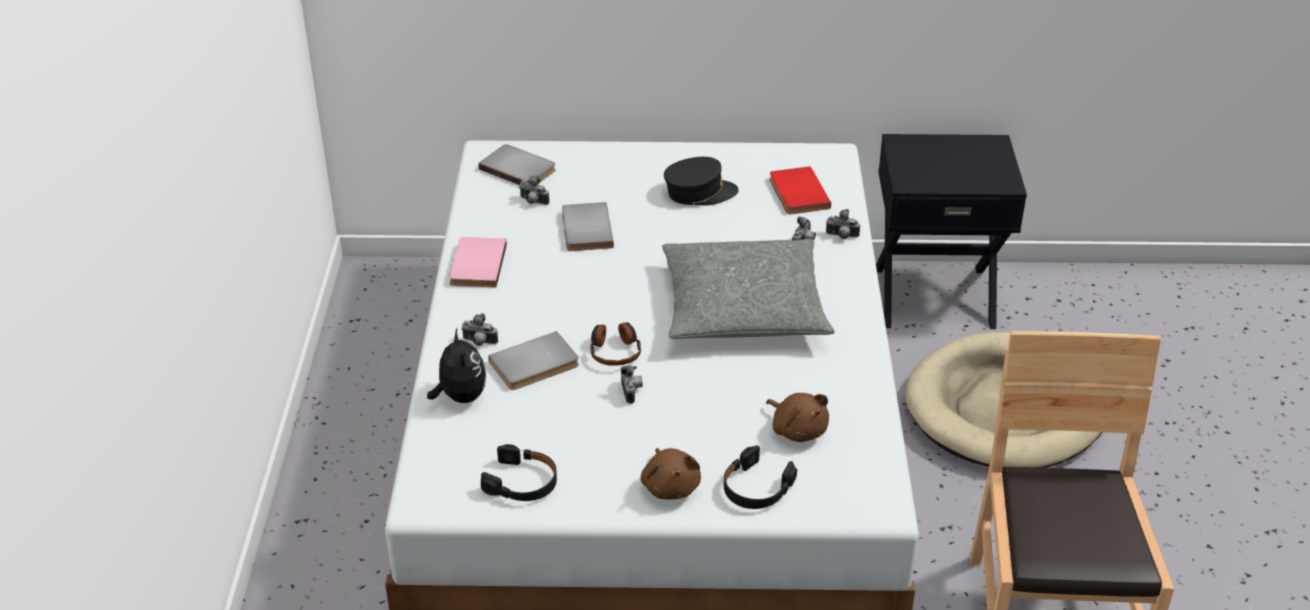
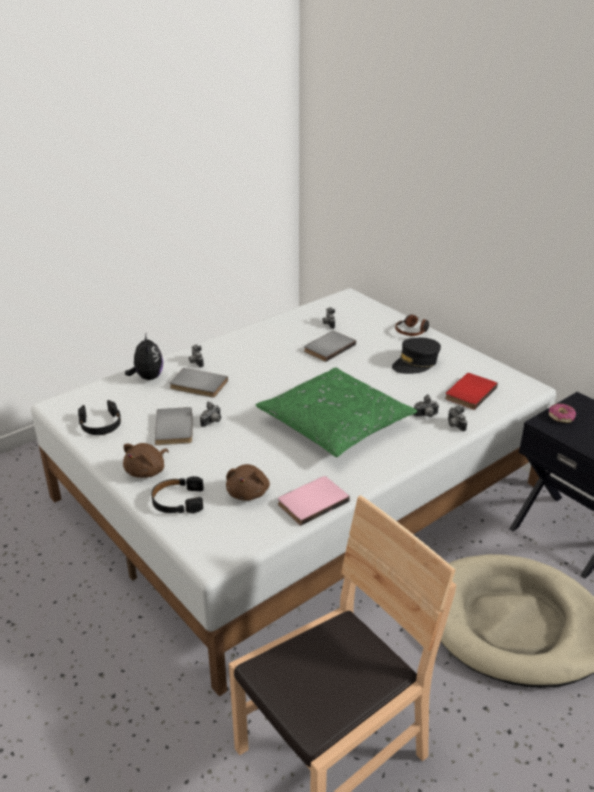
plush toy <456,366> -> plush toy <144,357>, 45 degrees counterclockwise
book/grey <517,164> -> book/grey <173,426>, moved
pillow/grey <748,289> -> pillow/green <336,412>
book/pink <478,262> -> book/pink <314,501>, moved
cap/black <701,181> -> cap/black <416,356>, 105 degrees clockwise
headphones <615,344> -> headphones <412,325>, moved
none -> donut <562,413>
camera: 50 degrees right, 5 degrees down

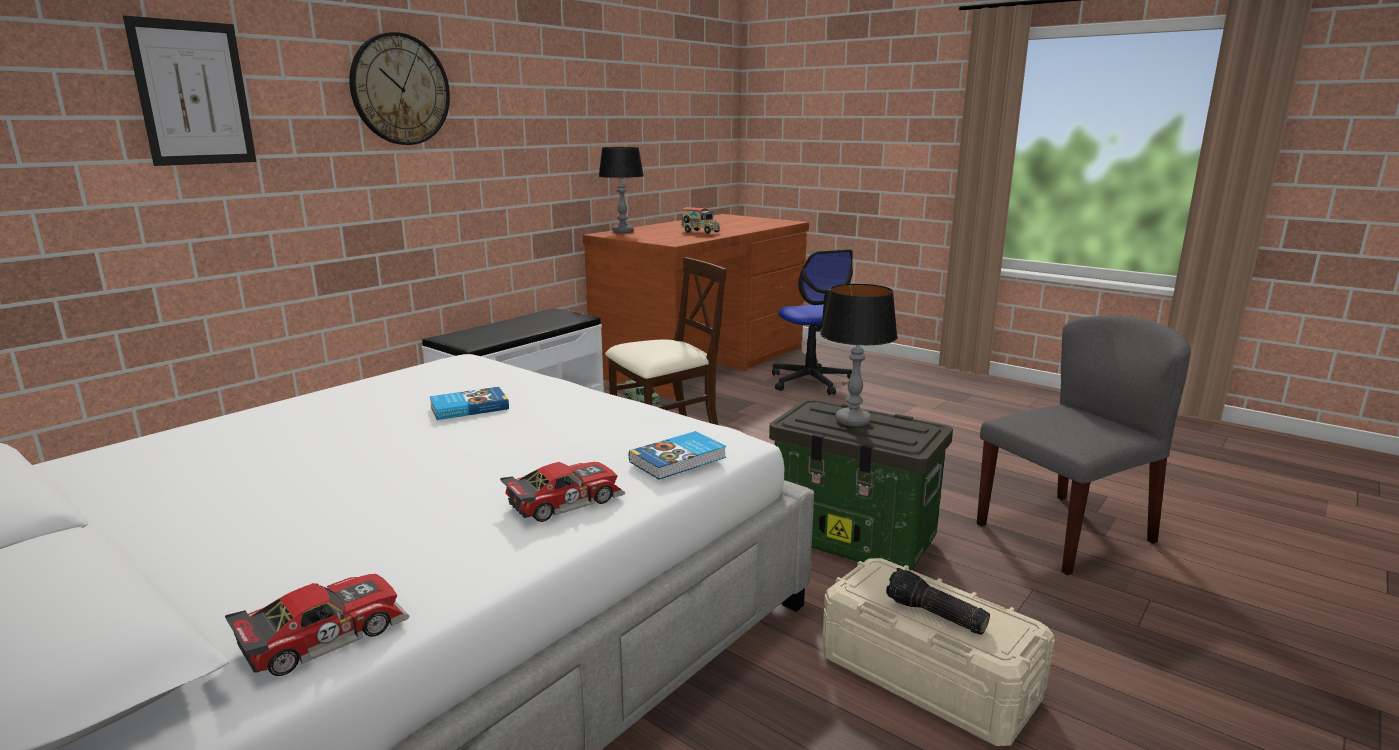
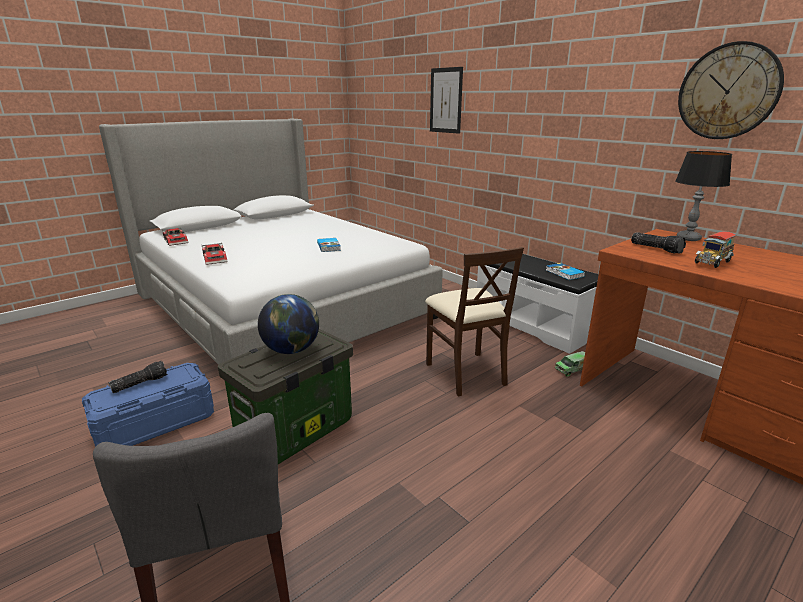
storage box/beige <938,652> -> storage box/blue <148,405>
table lamp <859,355> -> globe <288,324>
book <677,455> -> book <565,271>, moved
none -> flashlight <658,243>
wall clock <399,88> -> wall clock <731,90>, moved
office chair <812,322> -> none
camera: 100 degrees right, 5 degrees up

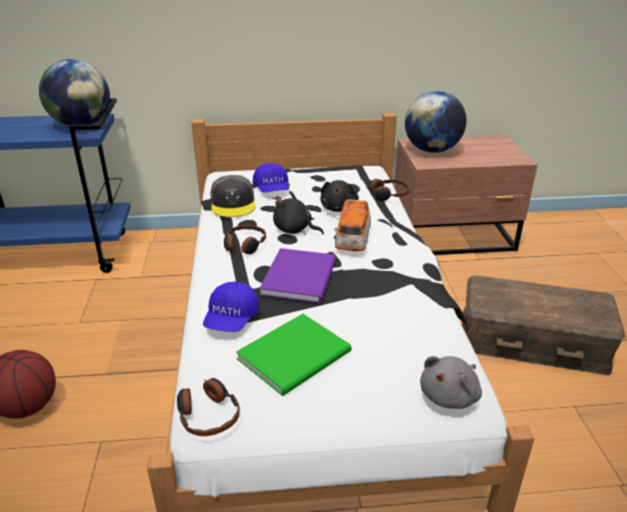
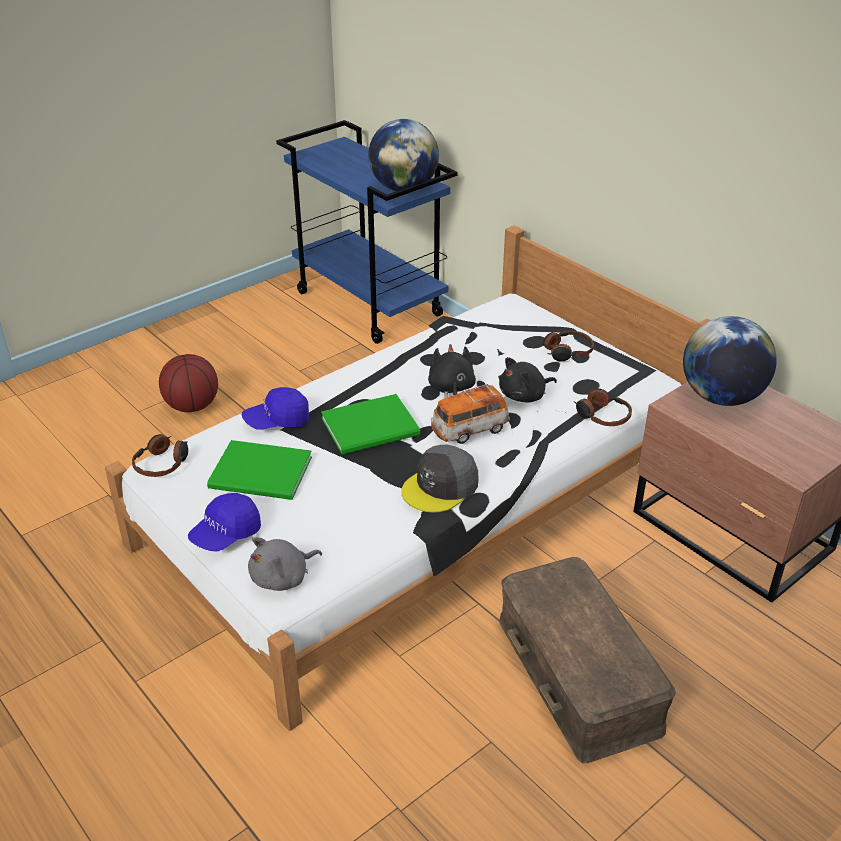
cap/blue <271,178> -> cap/blue <224,522>, moved
plush toy/grey <451,382> -> plush toy/grey <285,564>, 45 degrees counterclockwise
book/purple <297,275> -> book/green <370,424>
cap/grey <232,196> -> cap/grey <439,479>, moved
headphones <245,239> -> headphones <567,346>, moved
camera: 55 degrees right, 5 degrees up

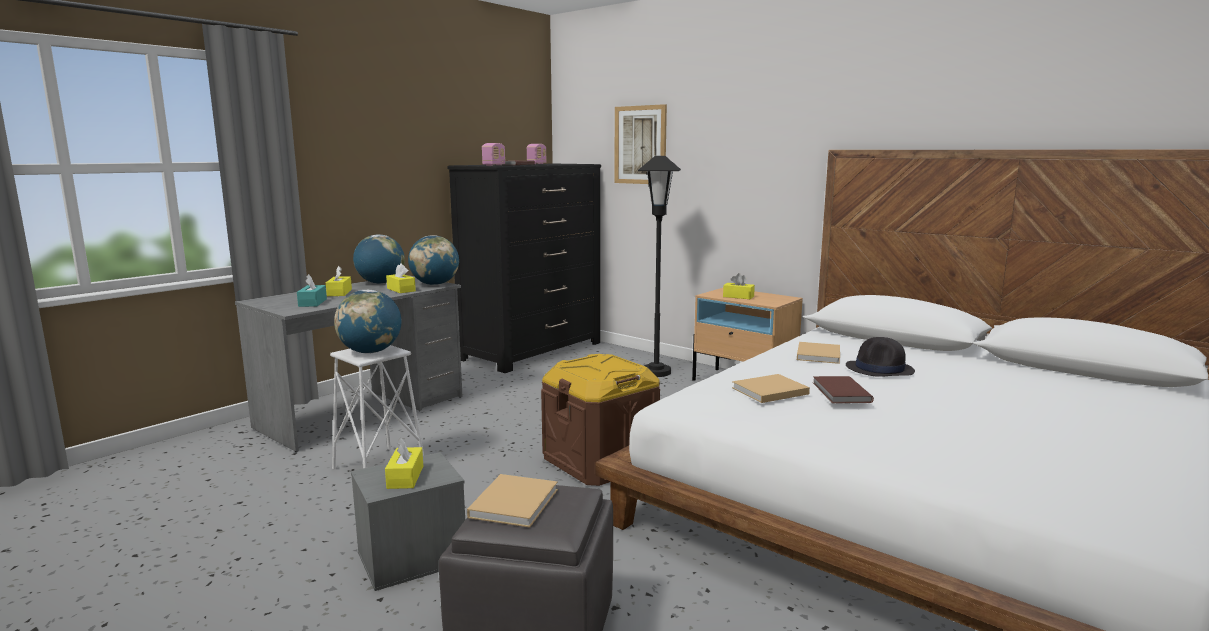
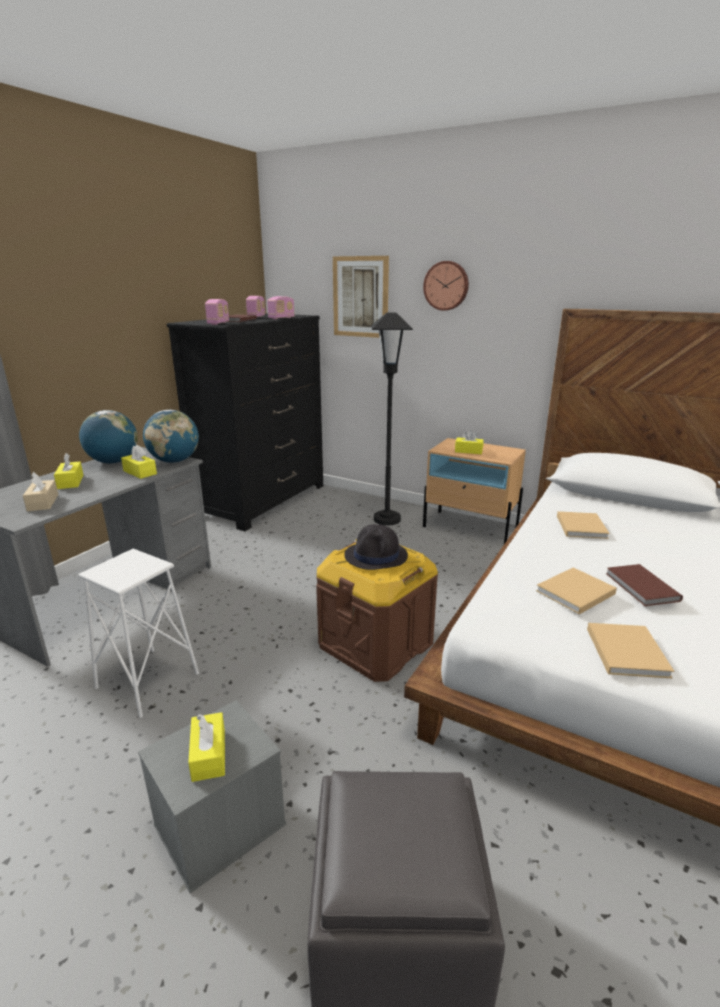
tissue box/turquoise <312,290> -> tissue box/beige <40,491>
none -> radio <281,307>
hat/black <880,357> -> hat/black <376,547>, moved
none -> wall clock <446,286>
book/beige <512,500> -> book/beige <630,650>, moved
globe <367,322> -> none
camera: 10 degrees left, 10 degrees up

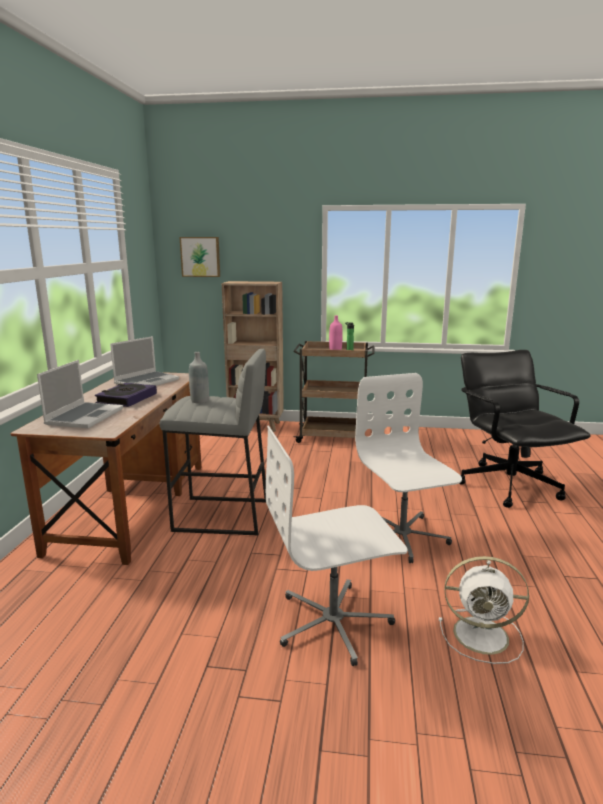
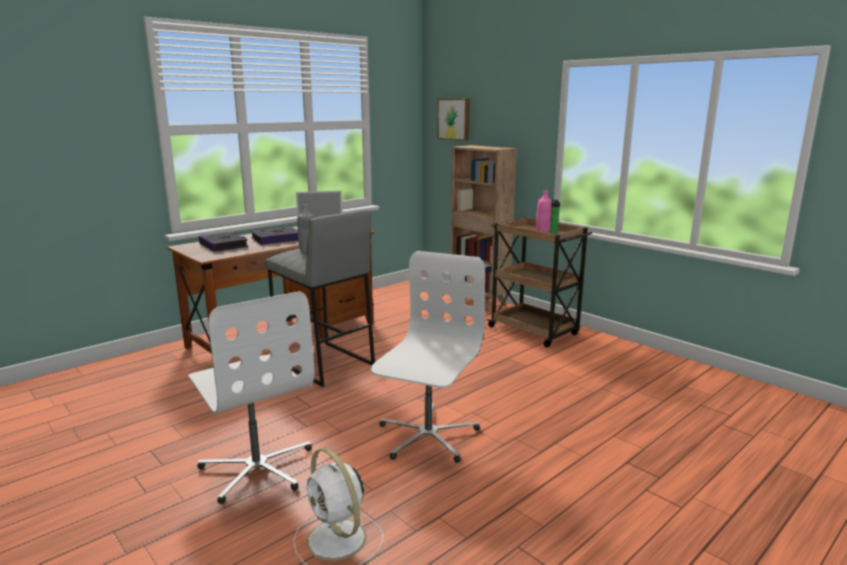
office chair/white <337,546> -> office chair/white <251,397>, 150 degrees counterclockwise
laptop <80,394> -> book <223,242>
office chair/black <525,429> -> none
camera: 40 degrees right, 0 degrees up

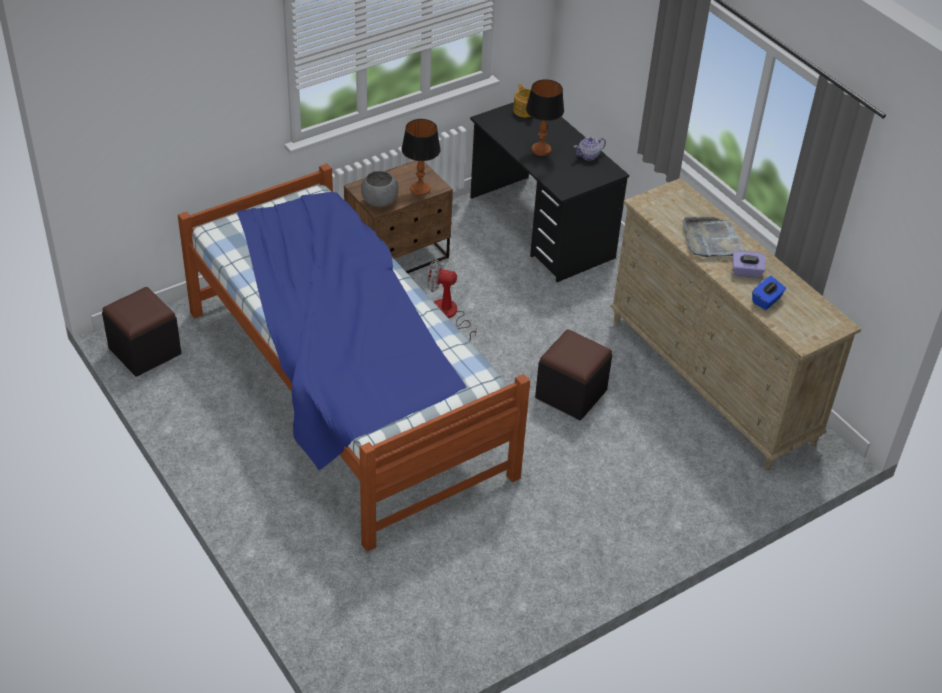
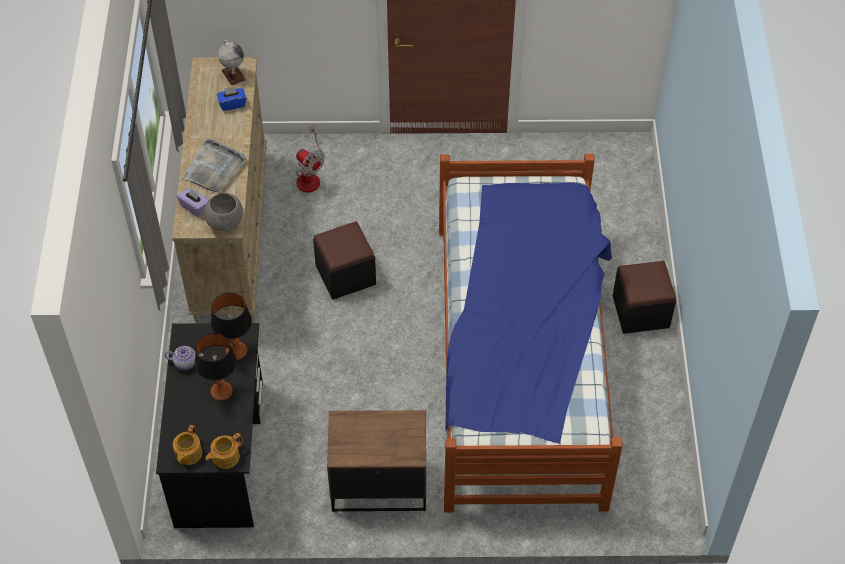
tissue box/purple <749,264> -> tissue box/purple <192,202>, moved
bowl/grey <380,189> -> bowl/grey <223,212>, moved
none -> teapot <223,451>
table lamp <421,157> -> table lamp <231,326>, moved
none -> globe <232,63>
fan <452,299> -> fan <310,158>, moved
ottoman/black <141,332> -> ottoman/black <644,297>, moved
camera: 145 degrees left, 10 degrees up

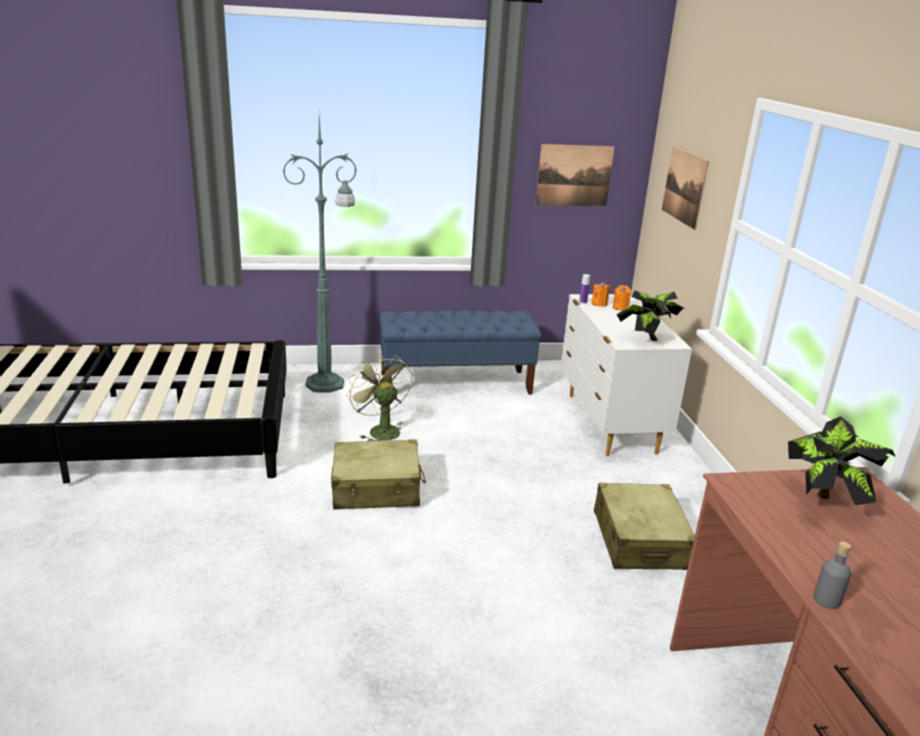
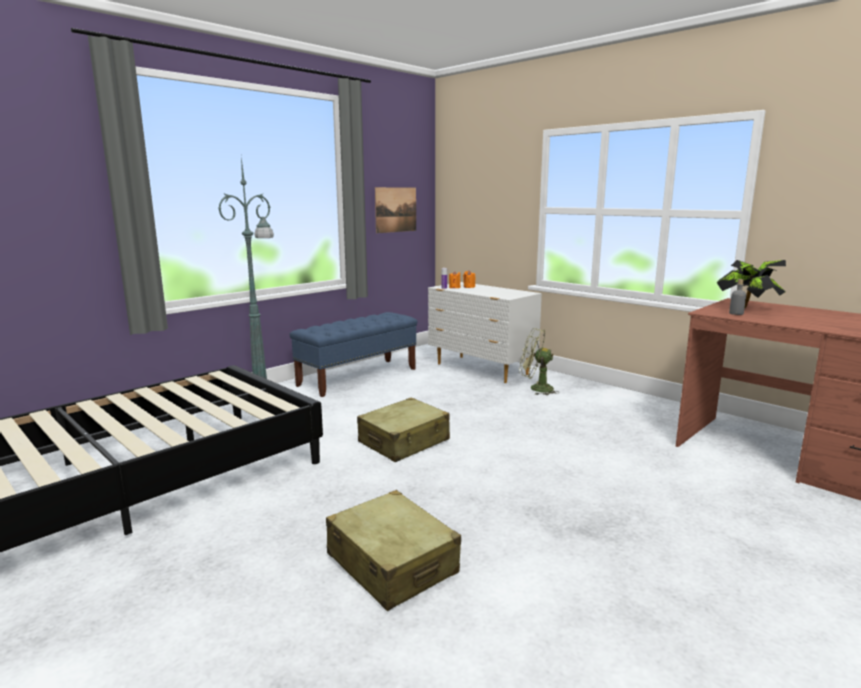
suitcase/beige <644,526> -> suitcase/beige <393,550>, moved
fan/green <379,397> -> fan/green <539,361>, moved
bottle/grey <832,575> -> bottle/grey <737,297>, moved
potted plant <651,315> -> none
picture <685,188> -> none
camera: 35 degrees left, 10 degrees down

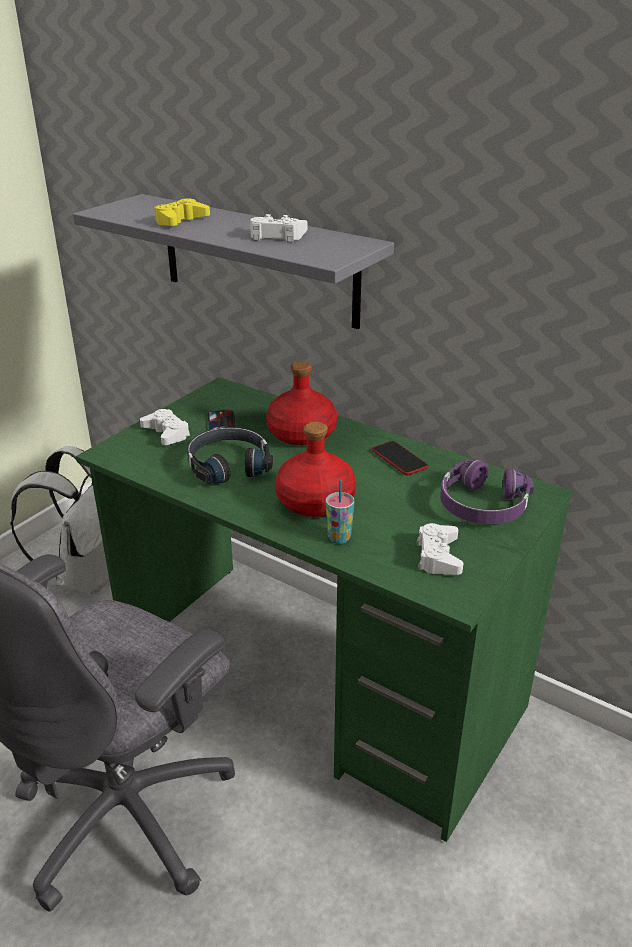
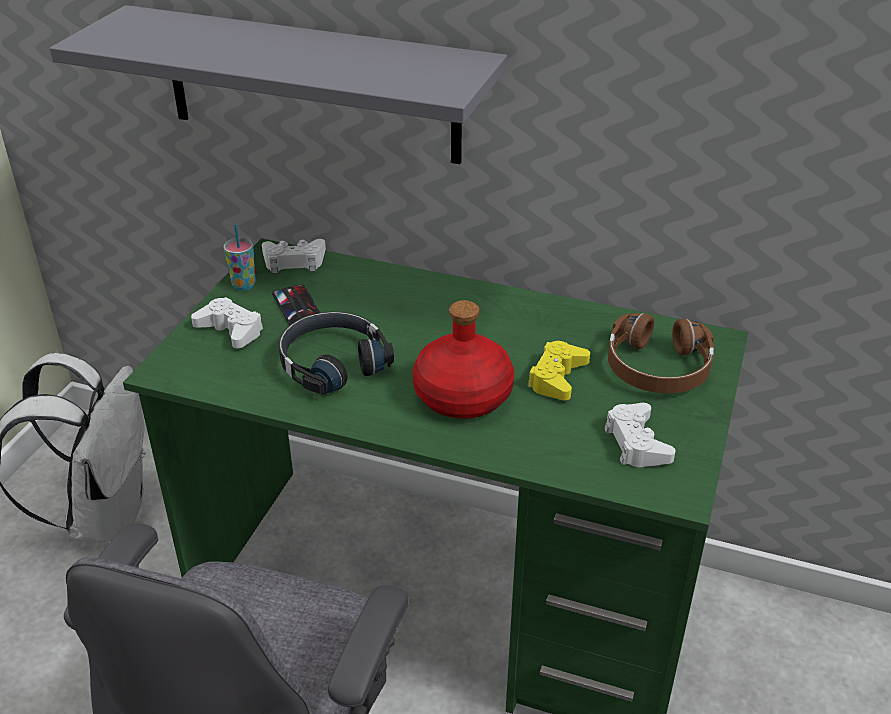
cup <340,512> -> cup <239,257>, moved
game controller/white <278,228> -> game controller/white <294,256>, moved
game controller/yellow <182,212> -> game controller/yellow <558,370>, moved
headphones/purple <487,492> -> headphones/brown <661,353>
bottle/red <301,403> -> none
phone <400,458> -> none
camera: 15 degrees left, 5 degrees up

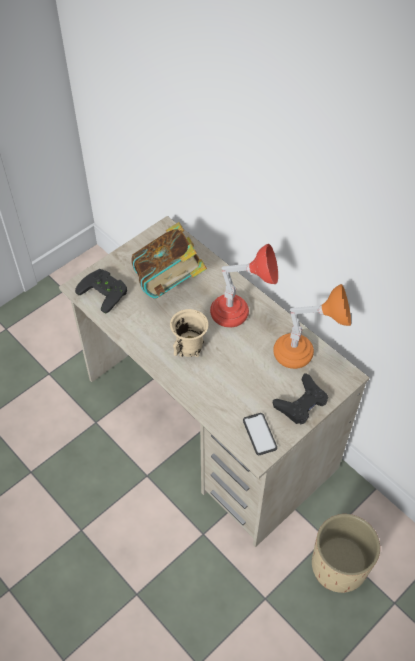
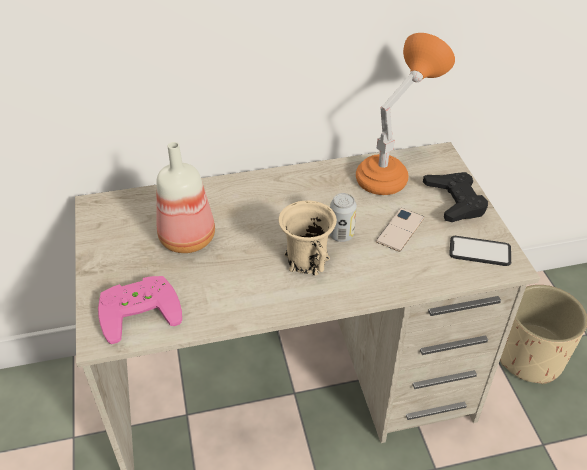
game controller/black <101,291> -> game controller/pink <140,310>
book <169,260> -> bottle <185,197>
none -> can <343,217>
none -> phone <400,230>
table lamp/red <244,286> -> none
camera: 60 degrees left, 10 degrees down

